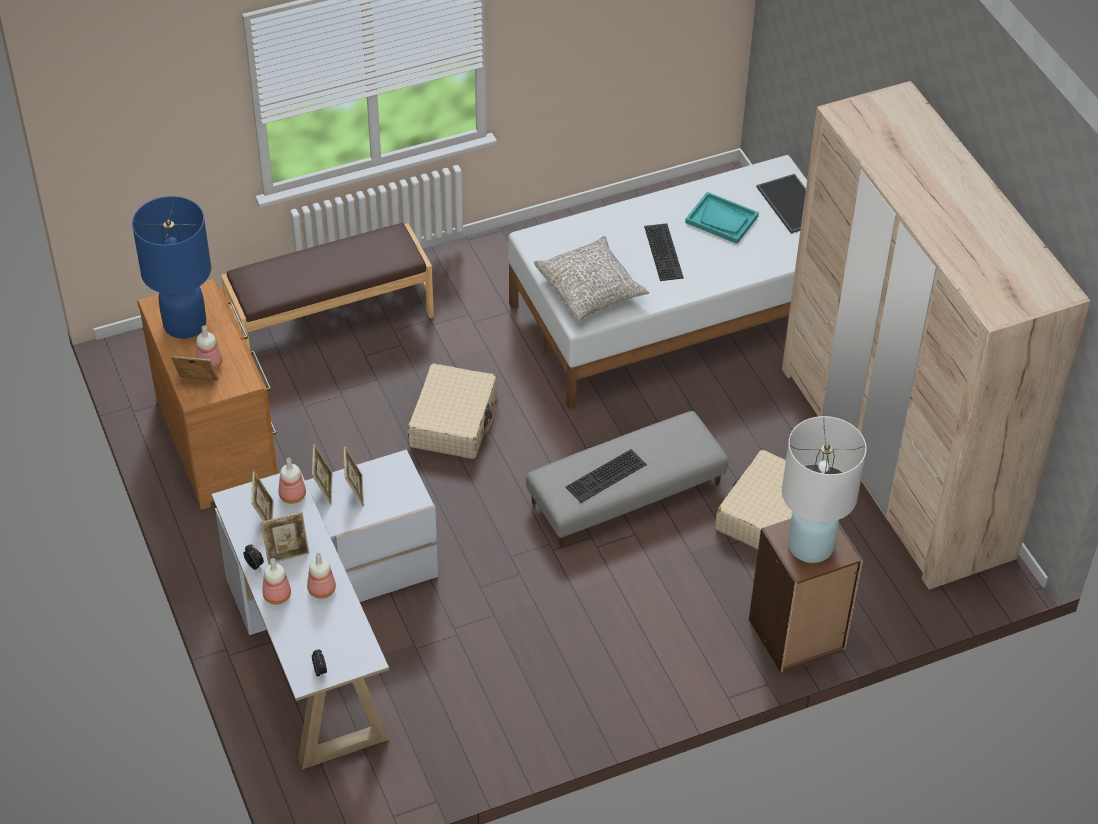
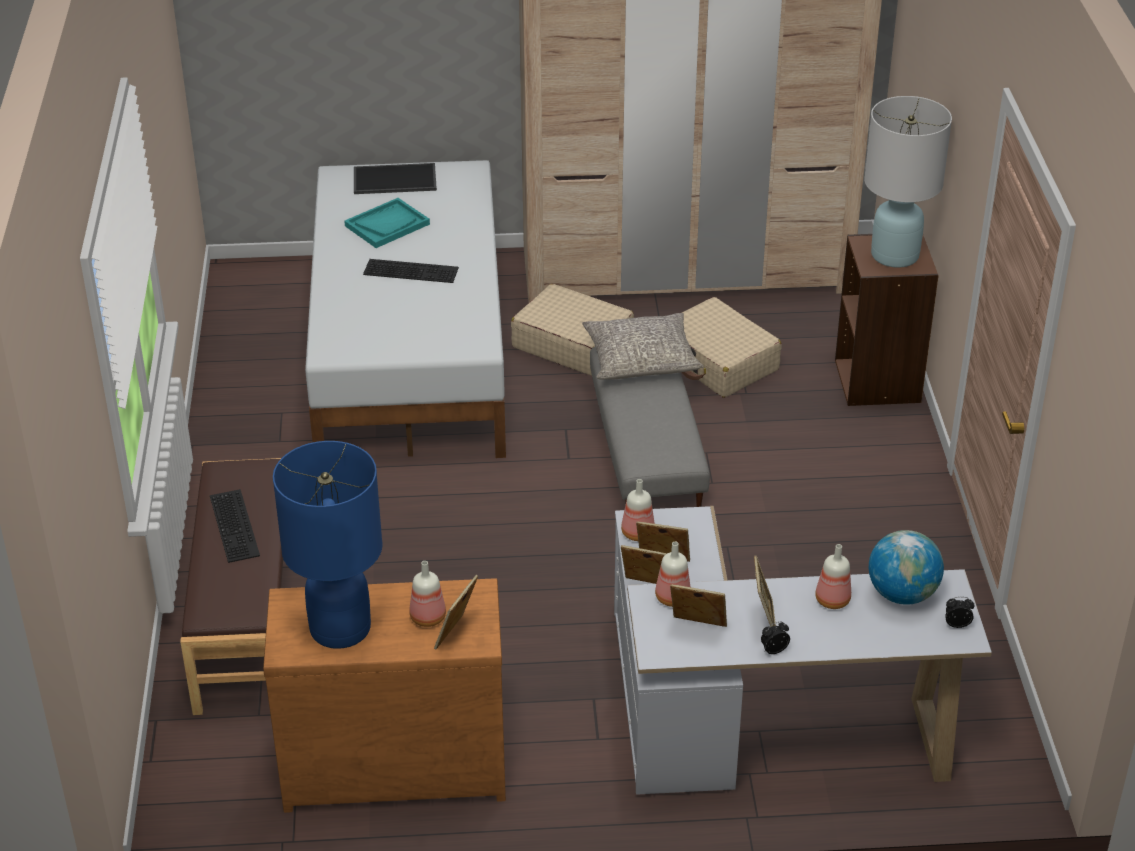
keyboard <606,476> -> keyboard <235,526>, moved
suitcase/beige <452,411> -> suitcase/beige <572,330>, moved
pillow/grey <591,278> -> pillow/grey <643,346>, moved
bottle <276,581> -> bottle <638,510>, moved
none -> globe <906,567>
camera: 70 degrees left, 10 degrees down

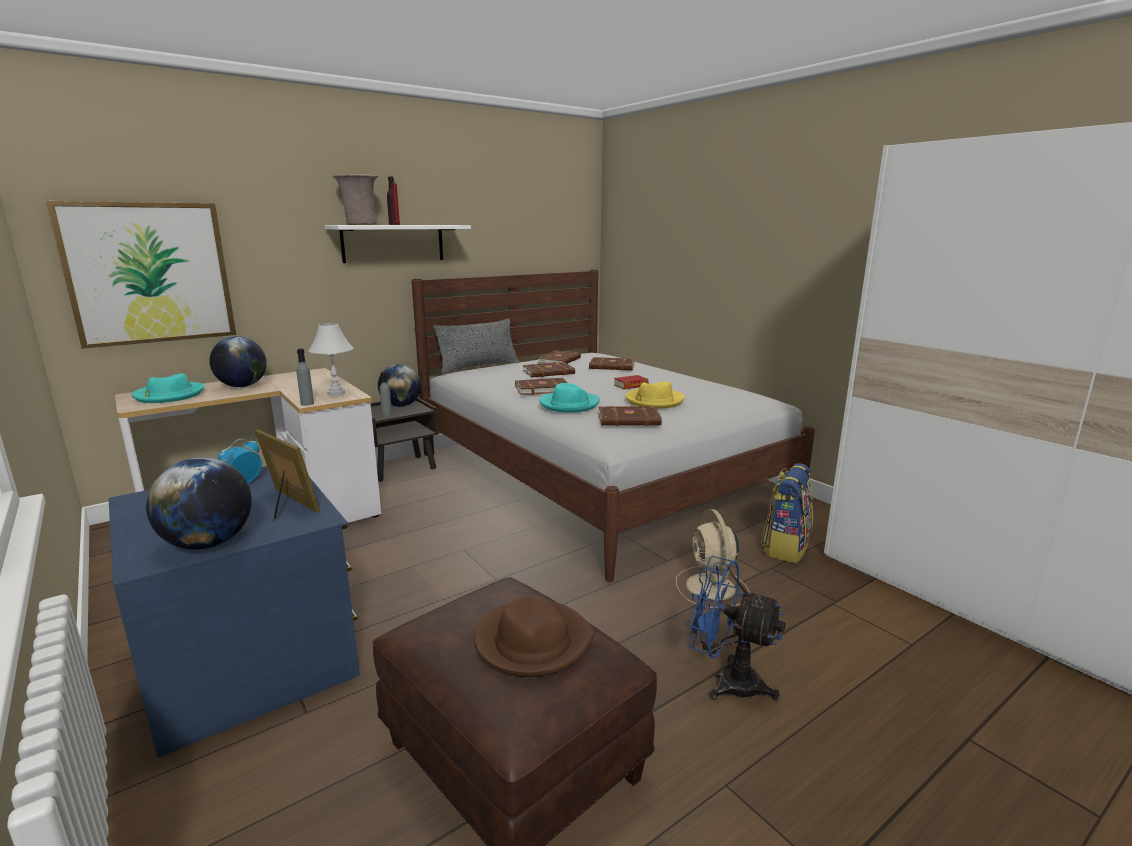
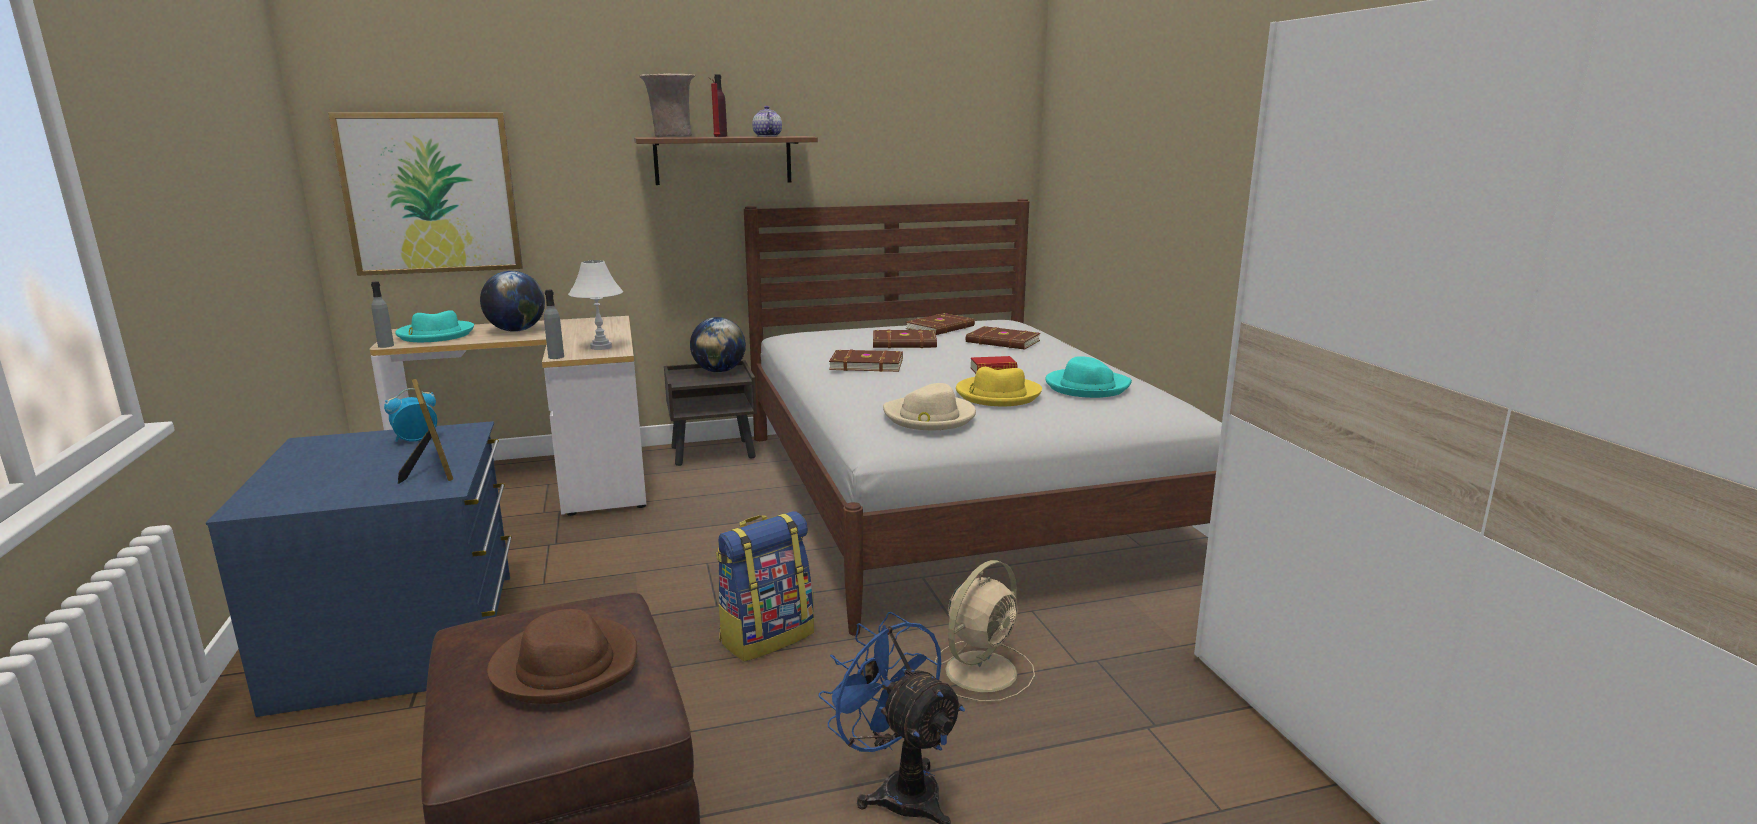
bottle/grey <386,394> -> bottle/grey <382,314>, moved
shelf/white <398,244> -> shelf/brown <726,160>
backpack <787,513> -> backpack <765,586>, moved
none -> teapot <767,121>
book/brown <630,416> -> hat/beige <929,406>
fan/beige <713,558> -> fan/beige <985,631>, 150 degrees counterclockwise
hat/turquoise <569,398> -> hat/turquoise <1088,377>, moved
globe <199,503> -> none
pillow/grey <476,346> -> none
camera: 20 degrees right, 0 degrees up

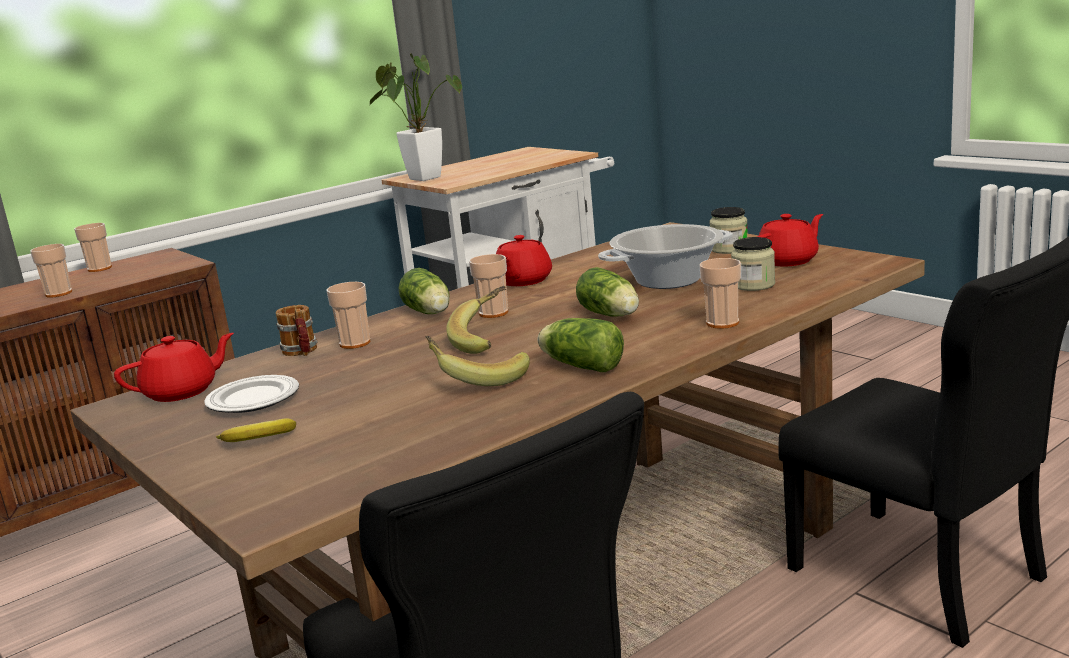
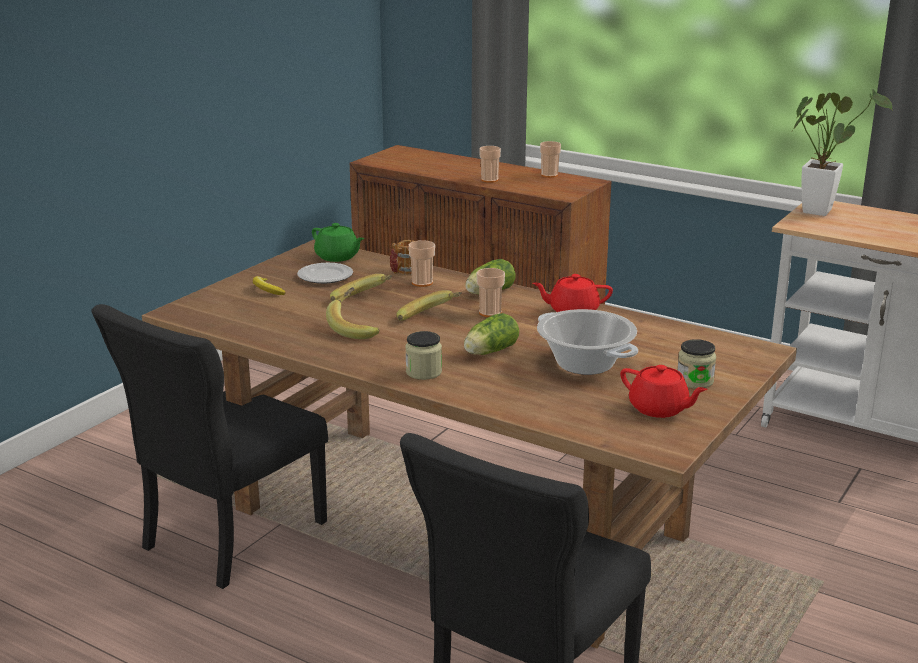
teapot/red <174,367> -> teapot/green <338,242>
none -> banana <361,287>
jar <753,264> -> jar <423,355>, moved
lettuce <581,345> -> none
cup <720,293> -> none
camera: 70 degrees right, 5 degrees up

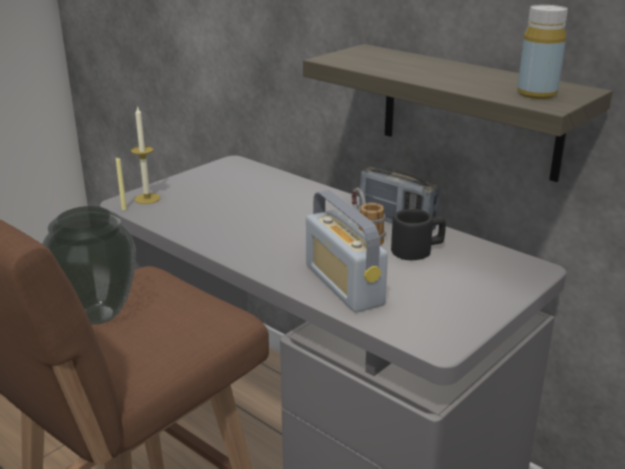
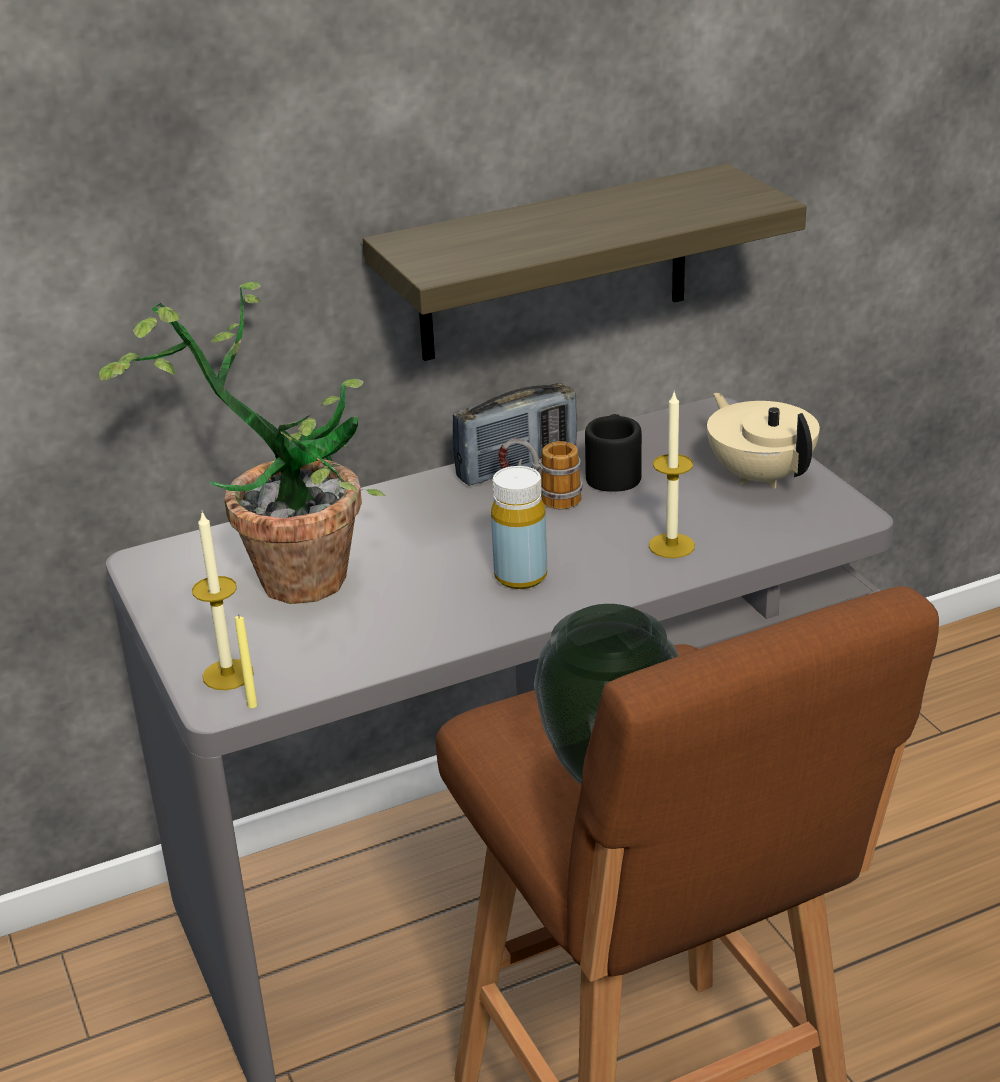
none -> potted plant <242,443>
bottle/yellow <542,52> -> bottle/yellow <519,527>, moved
radio <347,251> -> candle <672,474>
none -> teapot/beige <763,440>
camera: 65 degrees left, 5 degrees up

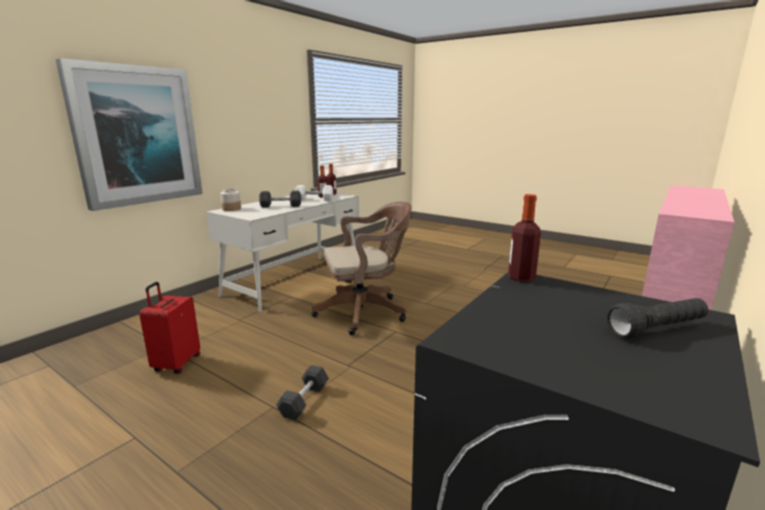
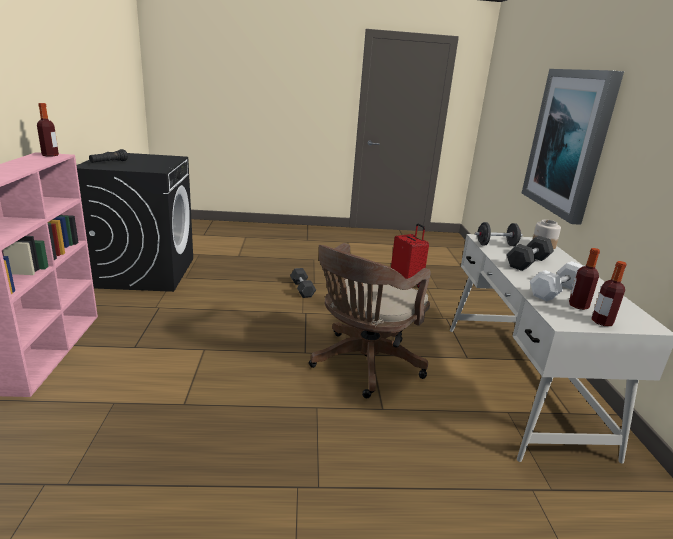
bottle <524,238> -> bottle <48,130>, moved
none -> dumbbell/black <499,234>
camera: 140 degrees right, 5 degrees up

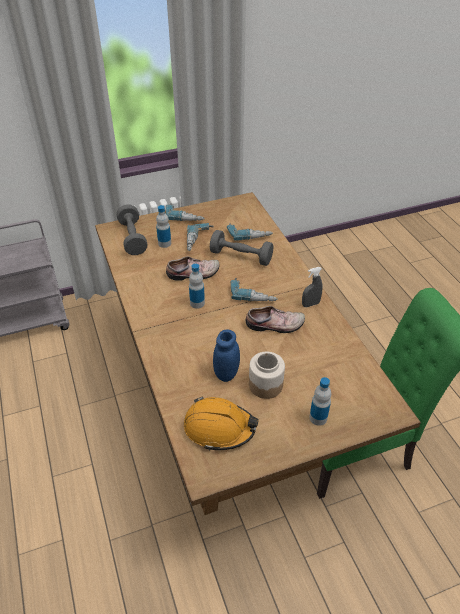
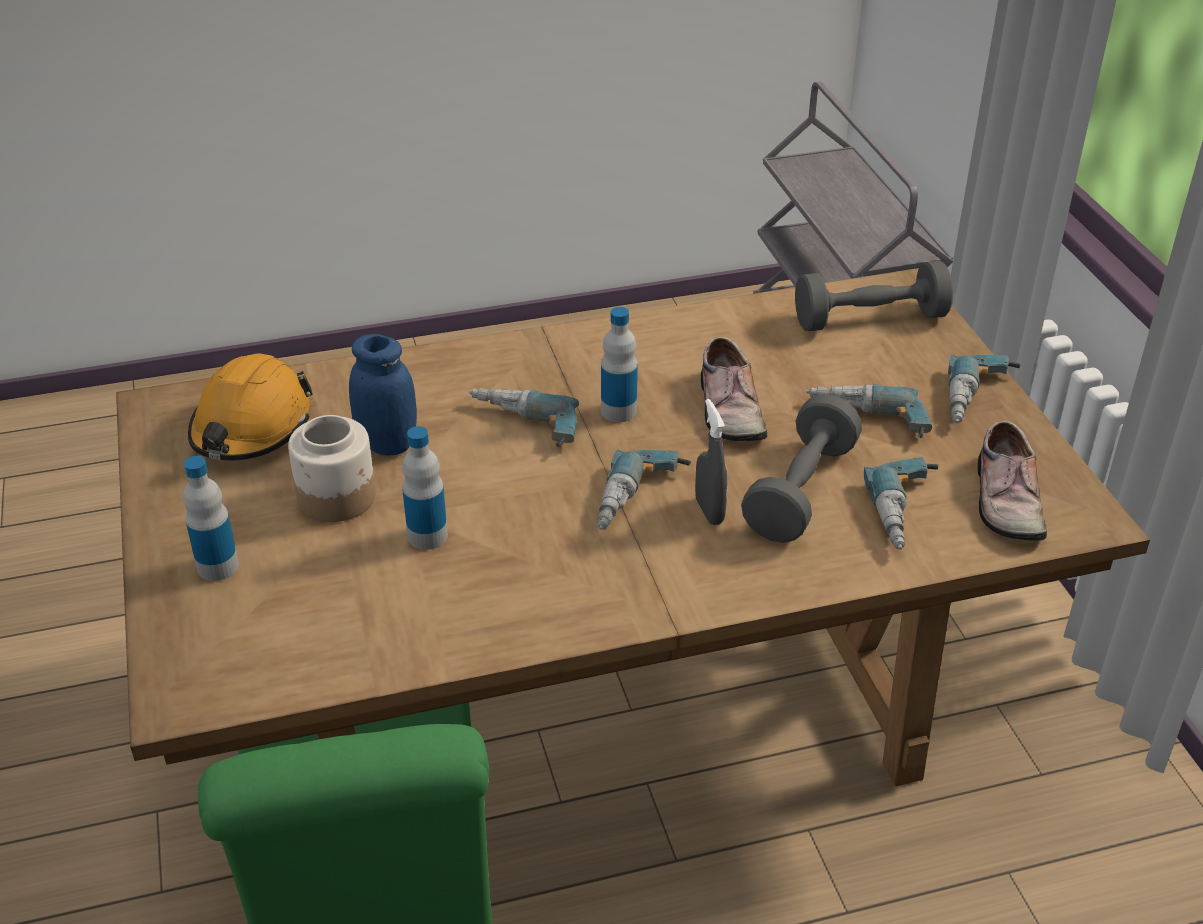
bottle <163,226> -> bottle <425,488>, moved
none -> power drill <524,417>
spray bottle/grey <312,287> -> spray bottle/grey <711,462>, moved
shoe <275,319> -> shoe <1012,481>, moved
camera: 95 degrees right, 5 degrees down

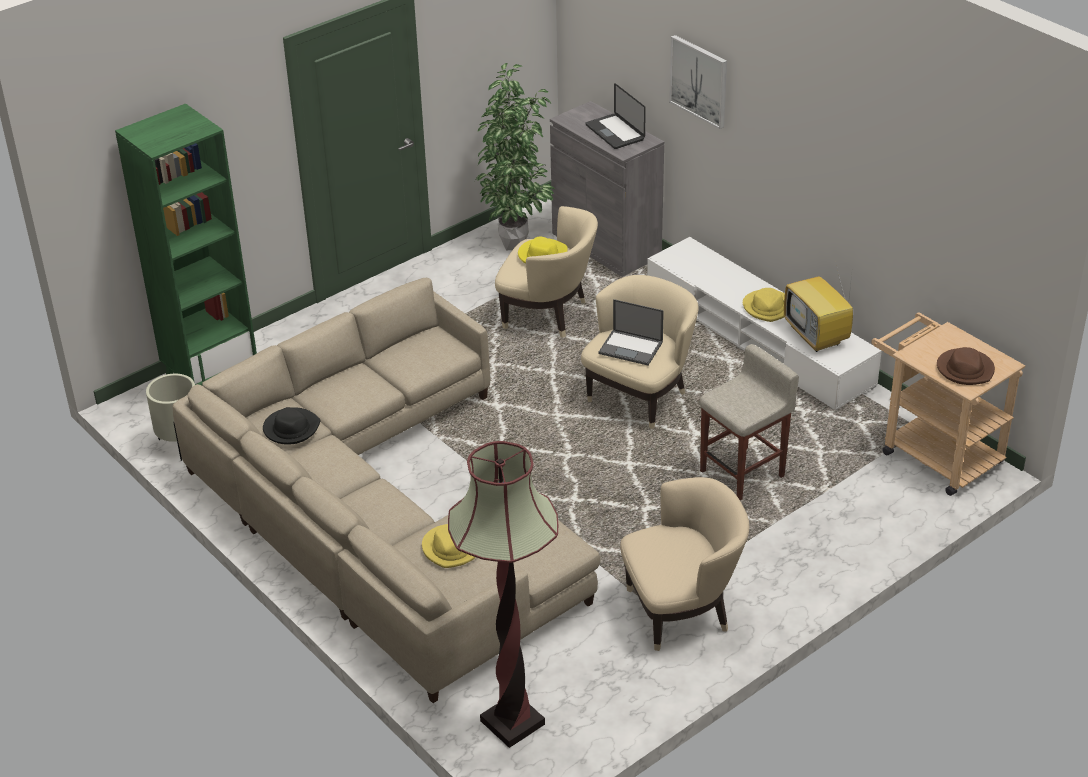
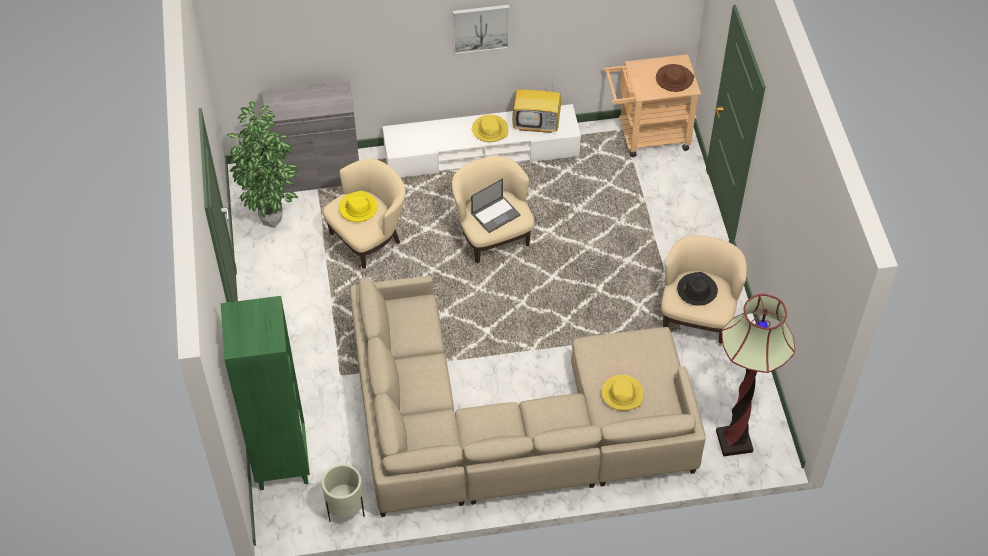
picture <698,82> -> picture <481,30>, moved
hat/black <292,426> -> hat/black <697,289>, moved
laptop <616,116> -> none
stool/beige <749,422> -> none
camera: 60 degrees left, 15 degrees up

